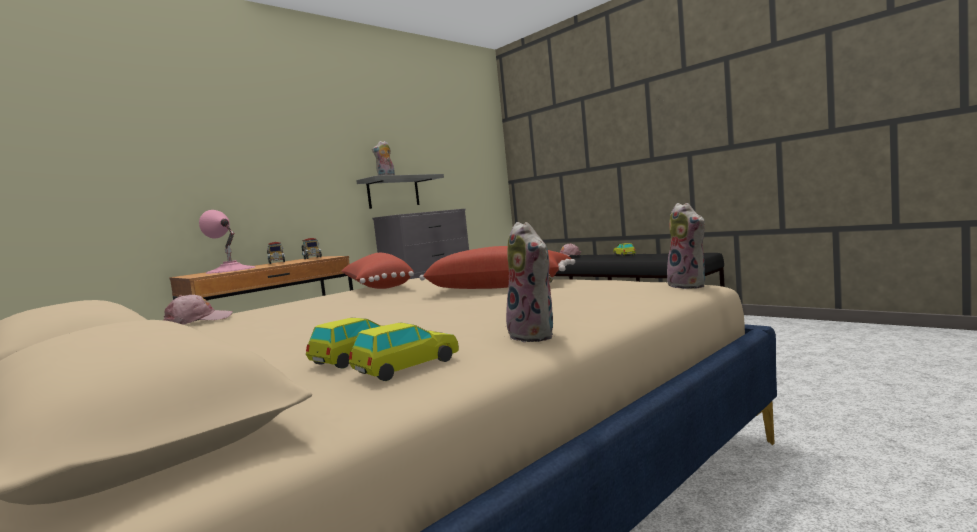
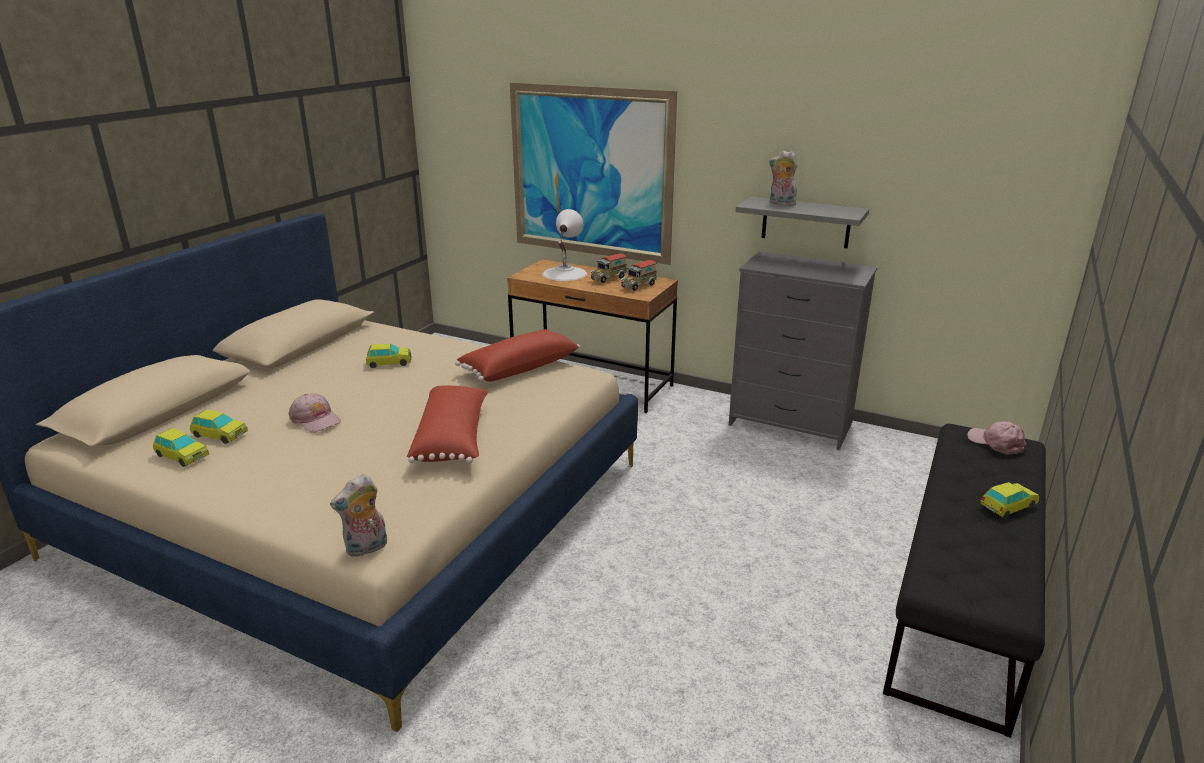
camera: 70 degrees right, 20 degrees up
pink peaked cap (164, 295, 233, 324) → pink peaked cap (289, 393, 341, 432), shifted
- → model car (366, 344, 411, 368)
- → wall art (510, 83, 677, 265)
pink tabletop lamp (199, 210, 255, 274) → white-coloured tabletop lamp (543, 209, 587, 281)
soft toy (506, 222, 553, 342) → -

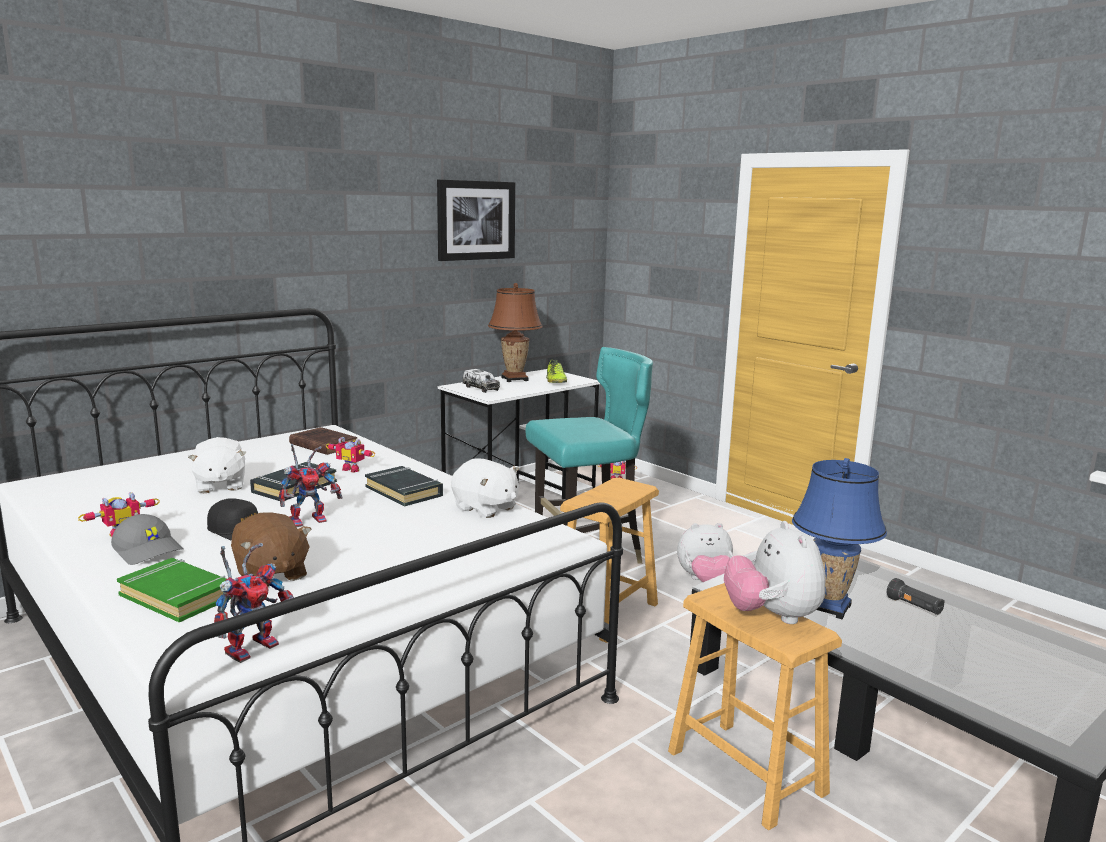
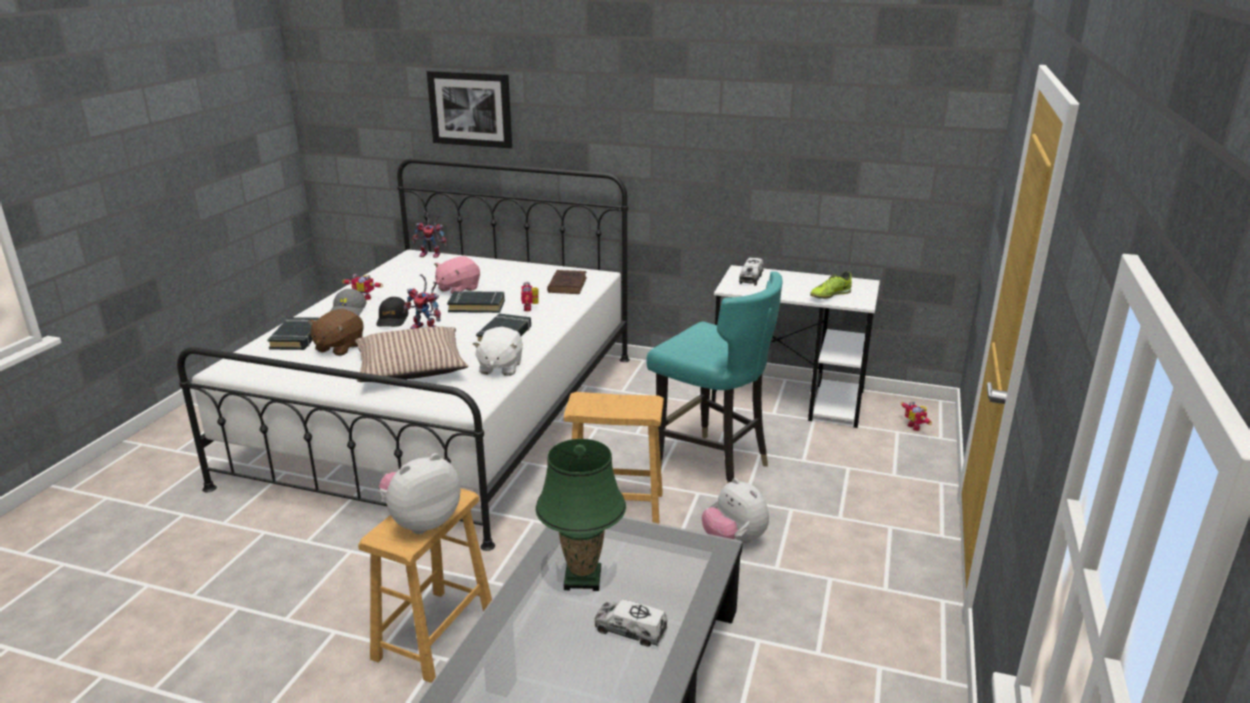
camera: 60 degrees right, 10 degrees up
greenish volume (117, 558, 231, 622) → black-coloured volume (267, 317, 319, 350)
- → pillow (355, 326, 468, 382)
robot figure (214, 543, 294, 663) → robot figure (413, 210, 447, 258), shifted
wall art (437, 179, 515, 261) → wall art (427, 70, 512, 149), shifted
white-coloured soft toy (187, 437, 247, 493) → pink soft toy (434, 256, 480, 294)
blue-coloured tabletop lamp (792, 458, 887, 619) → greenish tabletop lamp (536, 439, 626, 591)
black-coloured hand torch (887, 578, 945, 615) → toy truck (595, 599, 668, 647)
brown tabletop lamp (488, 283, 543, 382) → -

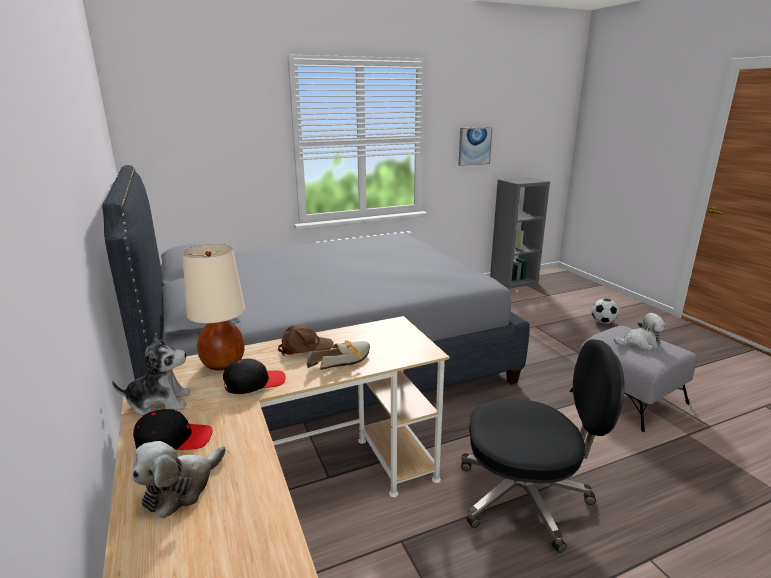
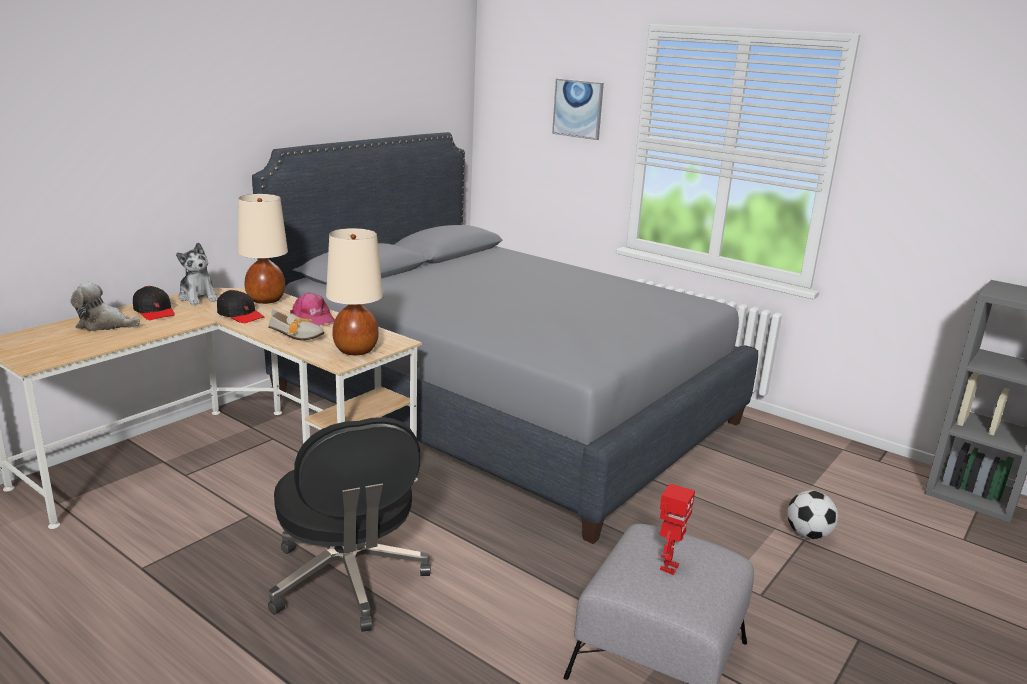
camera: 60 degrees right, 0 degrees up
brown peaked cap (278, 325, 334, 356) → pink peaked cap (290, 292, 335, 326)
- → beige tabletop lamp (326, 228, 383, 355)
wall art (458, 127, 493, 166) → wall art (552, 78, 604, 140), shifted
soft toy (614, 313, 665, 350) → robot figure (659, 483, 695, 575)
ball for football (592, 298, 619, 324) → ball for football (787, 490, 838, 539), shifted

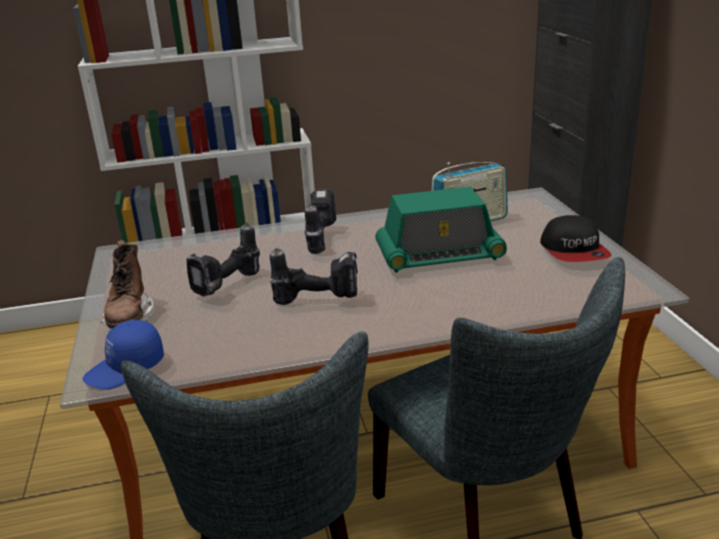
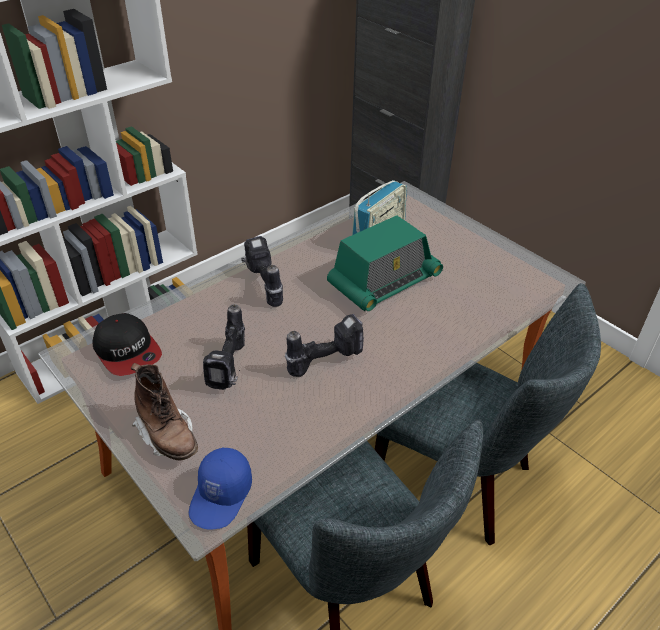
camera: 30 degrees left, 15 degrees up
peaked cap (540, 215, 612, 262) → peaked cap (93, 313, 162, 376), shifted

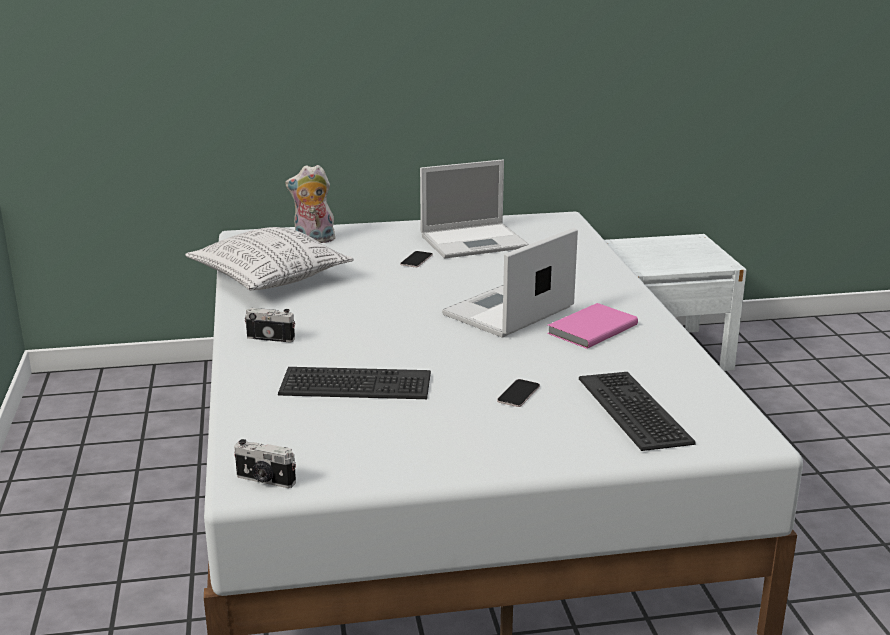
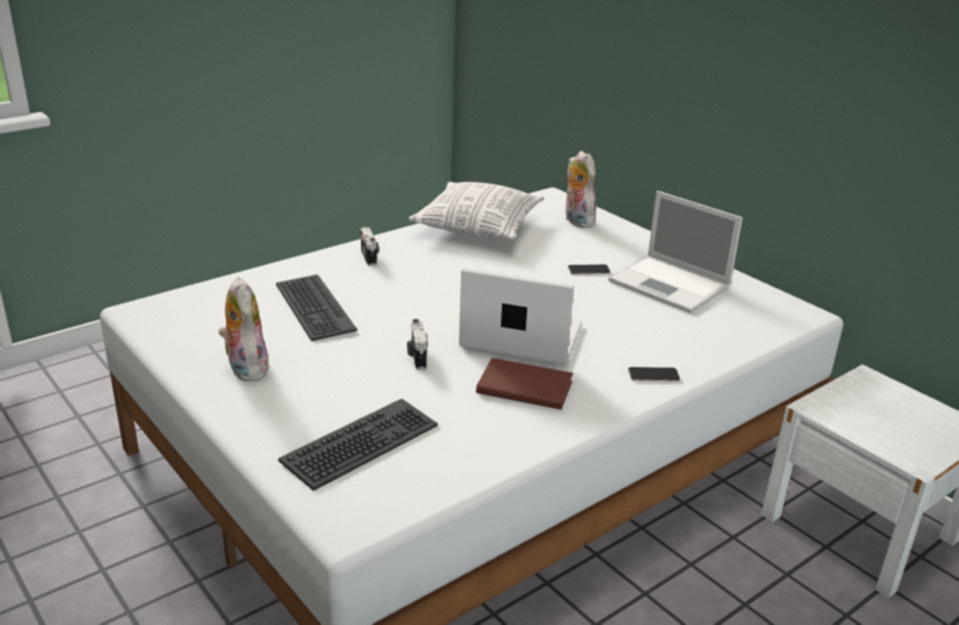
camera: 60 degrees right, 5 degrees up
- → soft toy (218, 277, 269, 381)
still camera (234, 439, 296, 488) → still camera (407, 319, 428, 370), shifted
pink volume (547, 303, 638, 349) → brown volume (476, 358, 573, 410)
phone (497, 379, 540, 407) → phone (628, 367, 680, 382), shifted

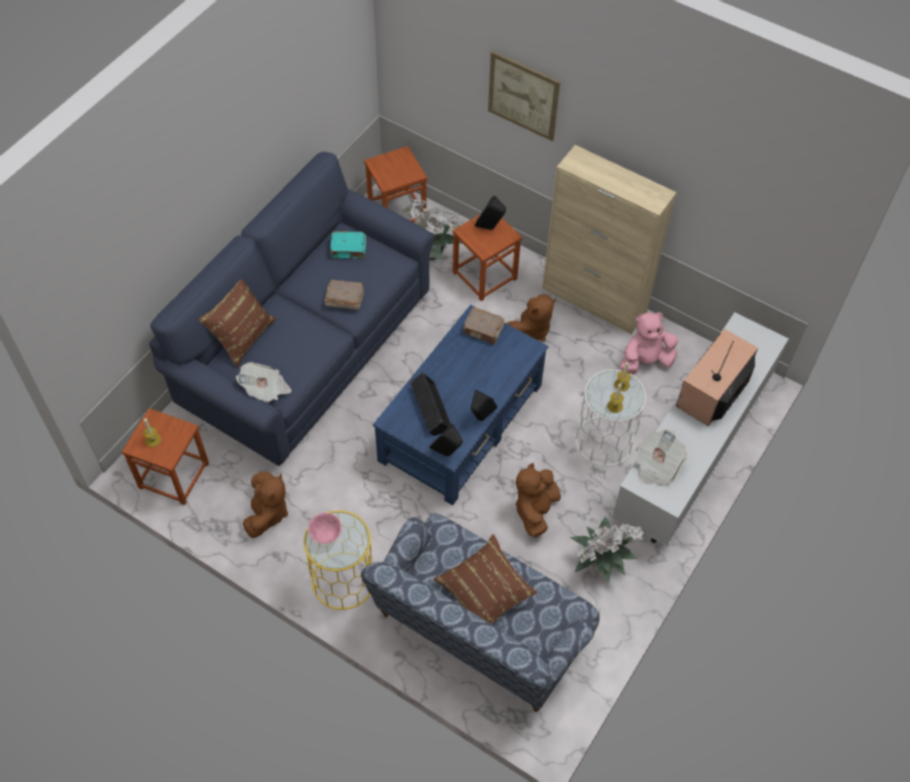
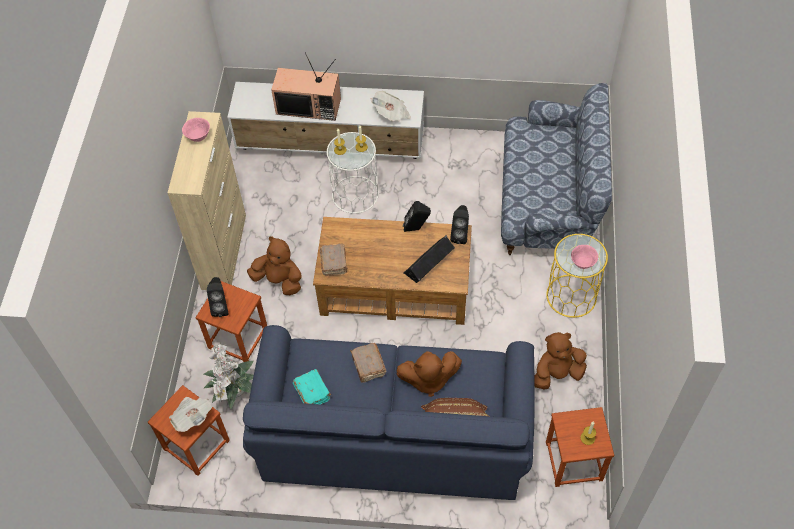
camera: 115 degrees left, 0 degrees up
newspaper (236, 362, 292, 402) → newspaper (169, 397, 212, 432), shifted
- → pink deep dish (182, 118, 210, 142)
blue-coloured low table (373, 305, 549, 505) → brown low table (313, 217, 472, 325)
brown soft toy (516, 463, 561, 538) → brown soft toy (396, 351, 462, 397), shifted
brown pillow (434, 534, 537, 624) → -
wall art (488, 51, 560, 141) → -
houseplant (570, 517, 645, 583) → -
pink soft toy (620, 312, 678, 374) → -

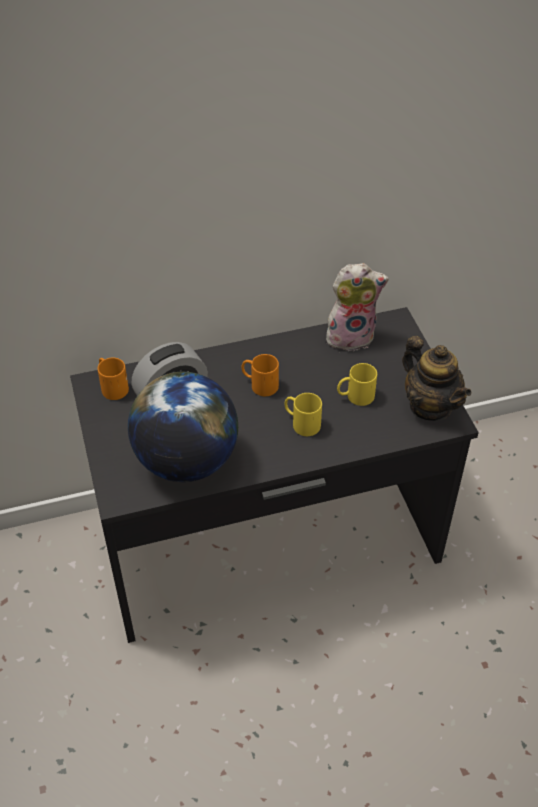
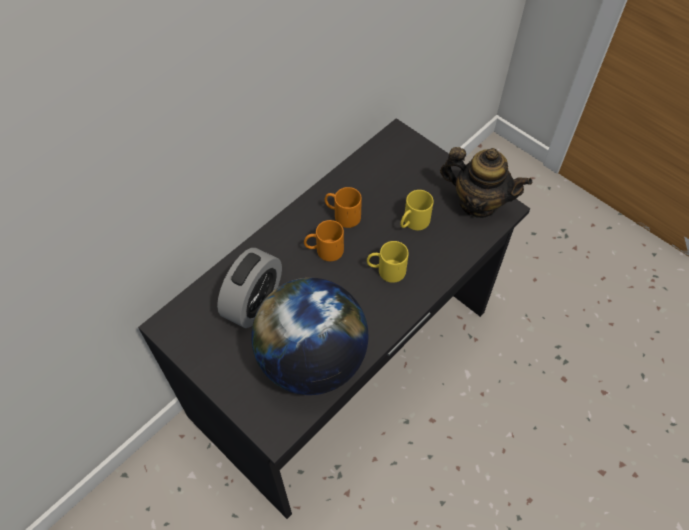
camera: 30 degrees left, 10 degrees up
orangey mug (98, 358, 129, 400) → orangey mug (325, 187, 362, 228), shifted
soft toy (326, 263, 389, 351) → -

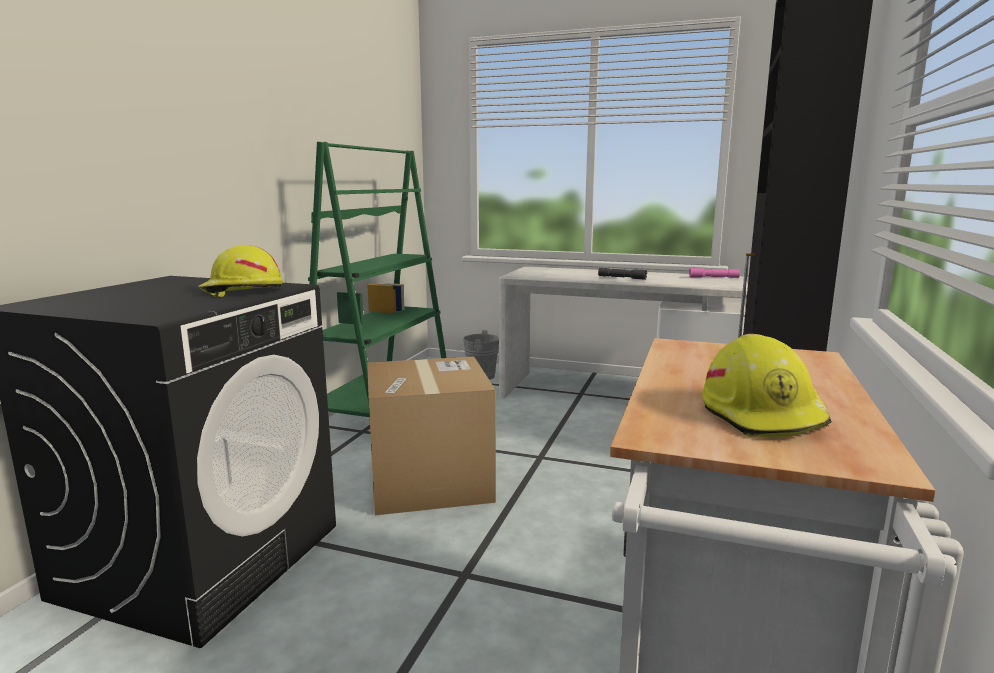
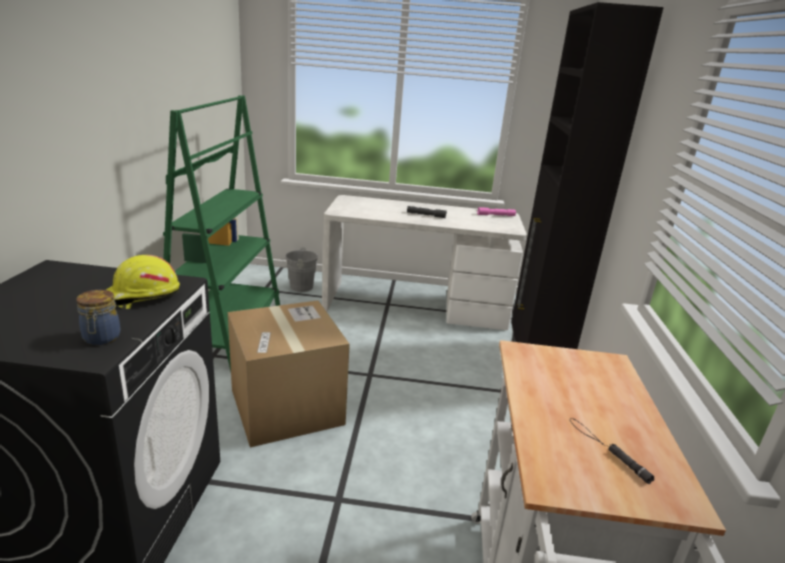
camera: 15 degrees left, 10 degrees up
- → preserve jar (76, 290, 121, 345)
yellow safety helmet (702, 334, 832, 437) → black-coloured hand torch (570, 418, 655, 484)

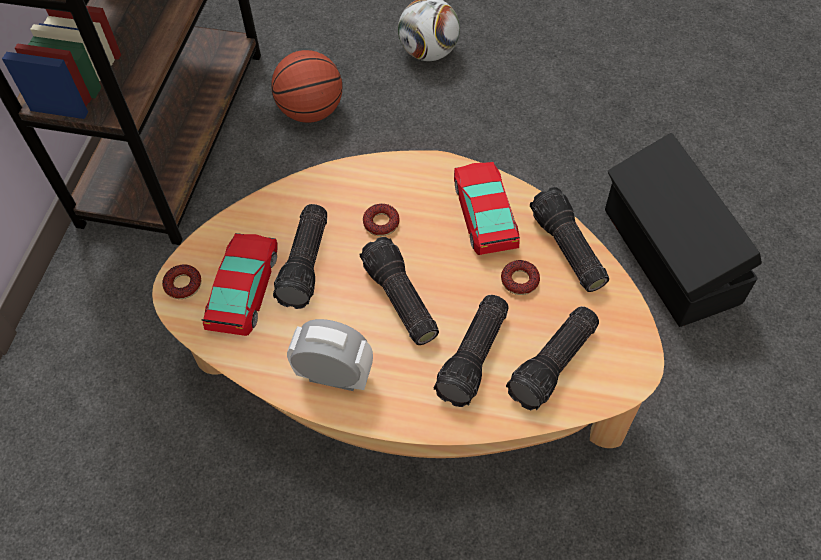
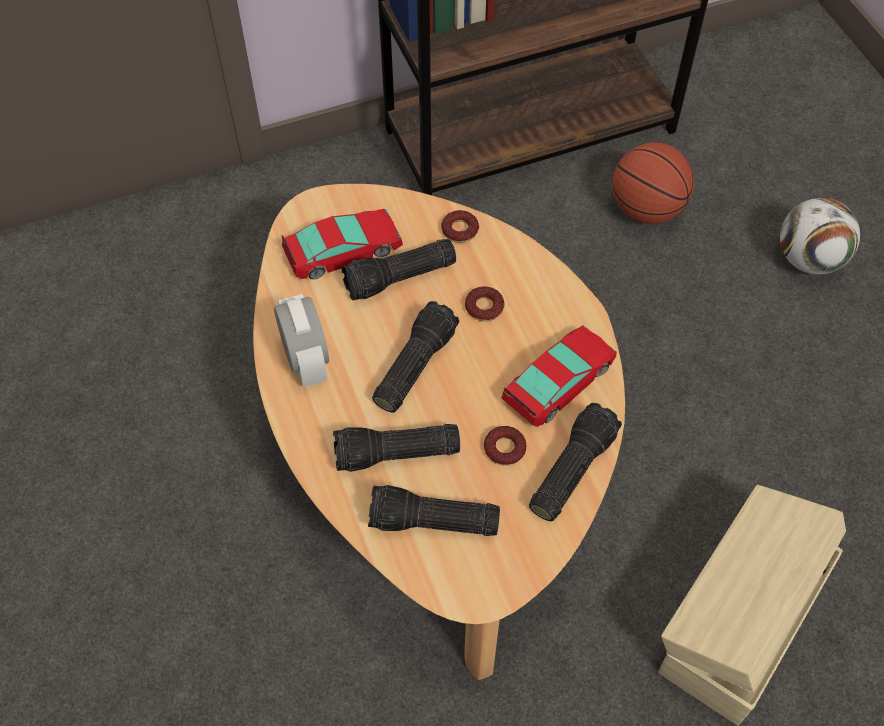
camera: 55 degrees right, 0 degrees up
ring doughnut (162, 264, 201, 299) → ring doughnut (441, 210, 479, 243), shifted
black-coloured storage container (605, 133, 762, 327) → beige storage container (658, 485, 846, 726)

